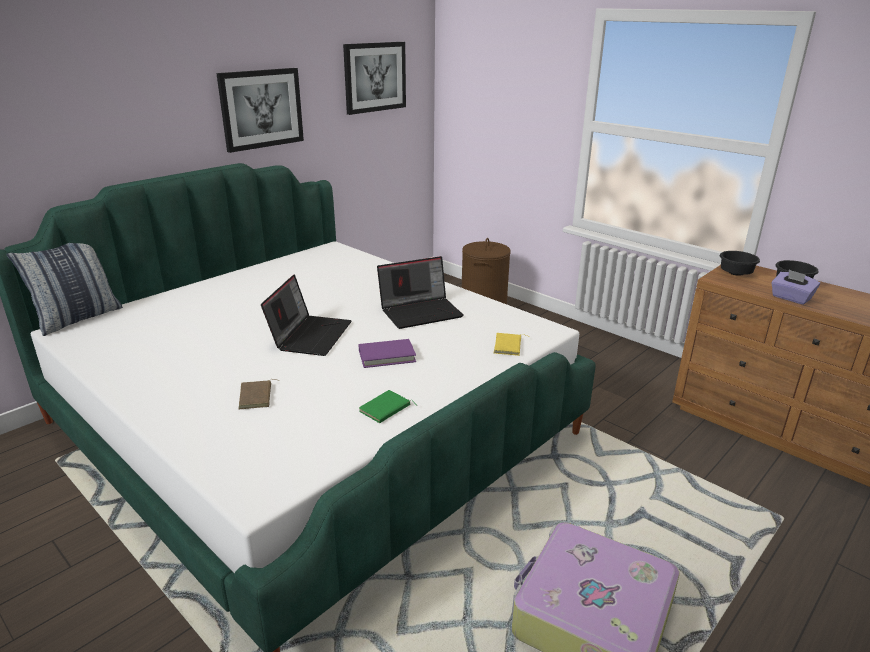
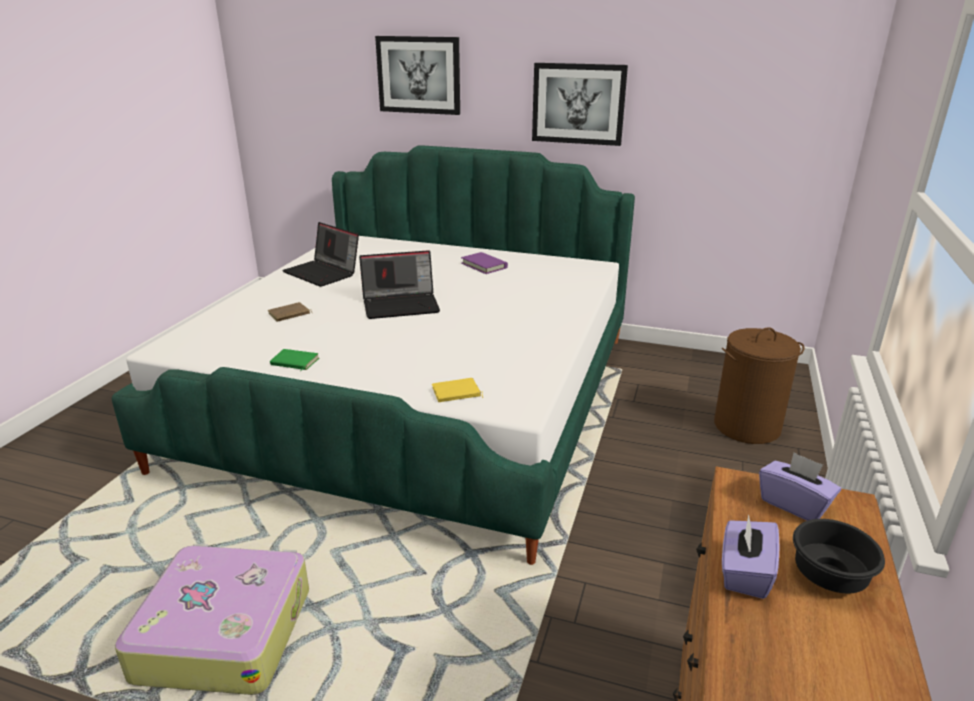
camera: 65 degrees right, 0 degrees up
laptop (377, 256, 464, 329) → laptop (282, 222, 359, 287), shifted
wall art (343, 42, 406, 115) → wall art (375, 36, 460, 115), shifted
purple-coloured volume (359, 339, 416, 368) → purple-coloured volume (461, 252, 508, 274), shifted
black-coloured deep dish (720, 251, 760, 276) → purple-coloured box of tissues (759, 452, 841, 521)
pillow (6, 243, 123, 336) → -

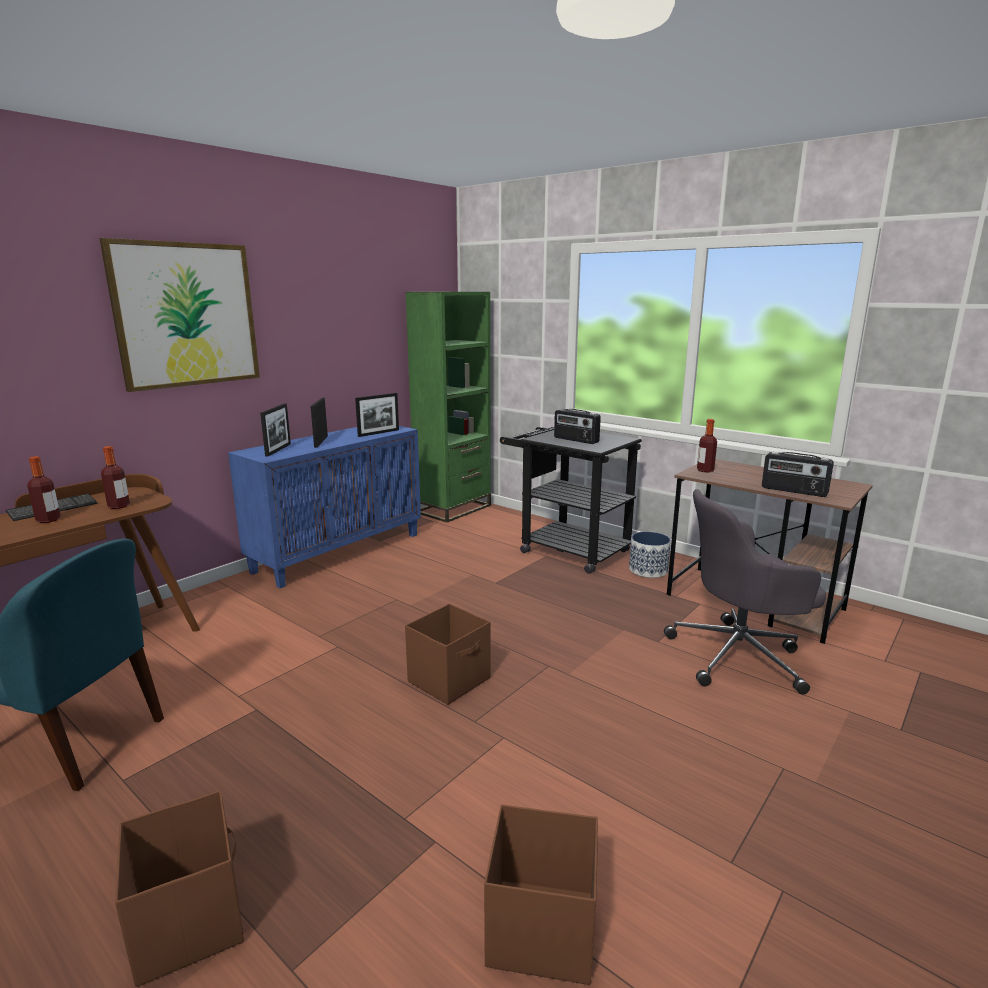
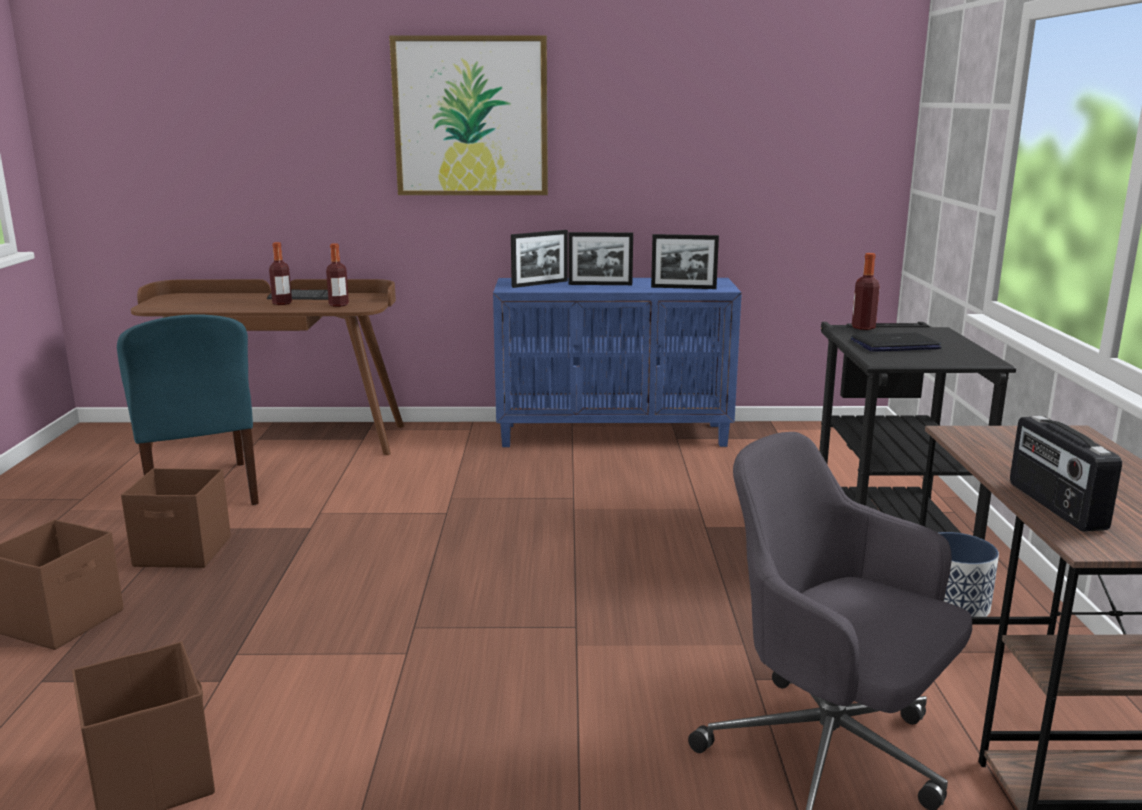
camera: 50 degrees right, 0 degrees up
brown storage container (405, 604, 491, 705) → brown storage container (121, 468, 231, 568), shifted
photo frame (311, 398, 328, 448) → photo frame (569, 232, 633, 285), 135 degrees counterclockwise
radio set (554, 409, 601, 444) → laptop (851, 333, 942, 352)
beverage bottle (697, 419, 717, 472) → beverage bottle (852, 253, 880, 330), shifted
greenish bookshelf (405, 292, 491, 523) → -

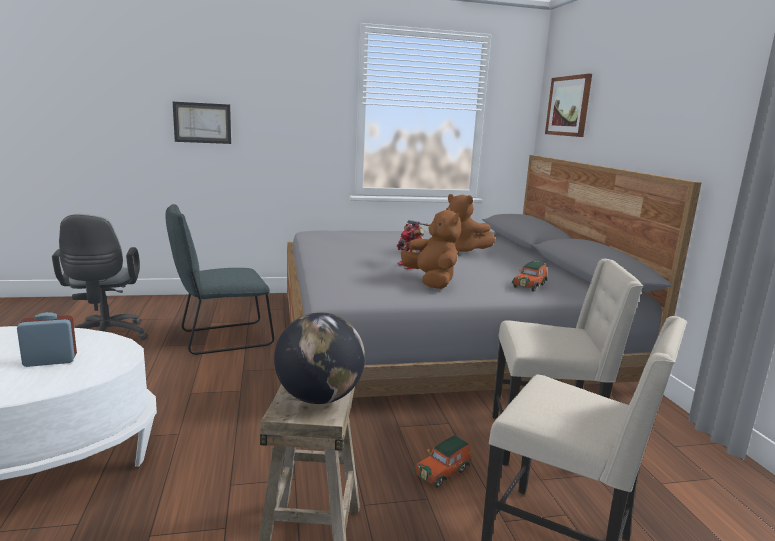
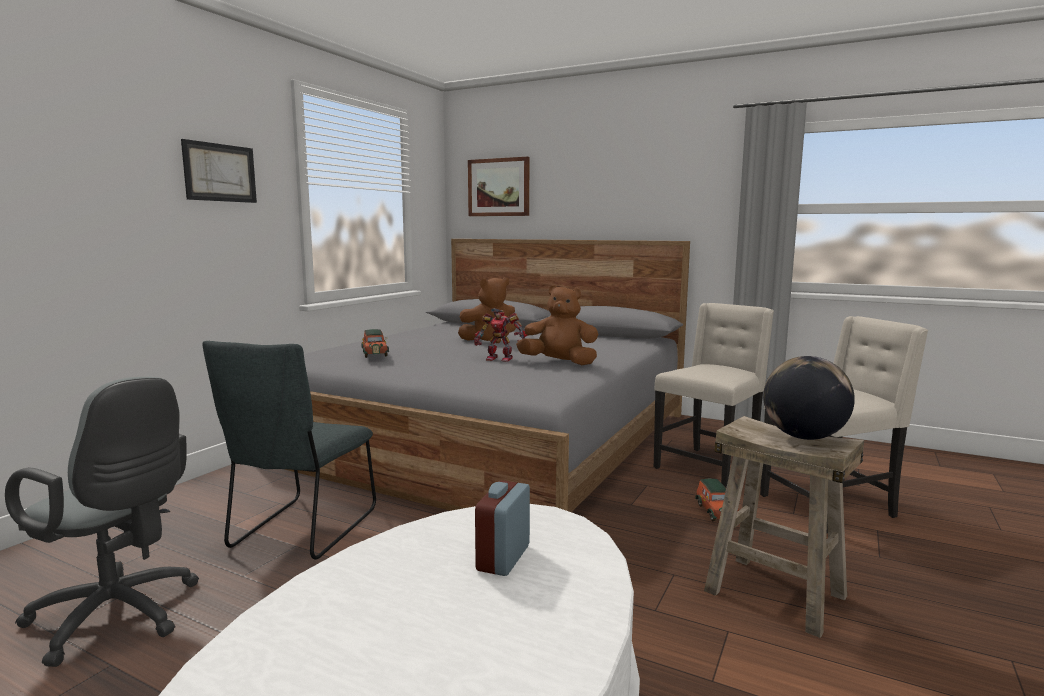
camera: 50 degrees left, 5 degrees down
wall art (173, 102, 231, 144) → wall art (181, 139, 257, 203), shifted
model car (512, 261, 548, 292) → model car (361, 329, 389, 358), shifted

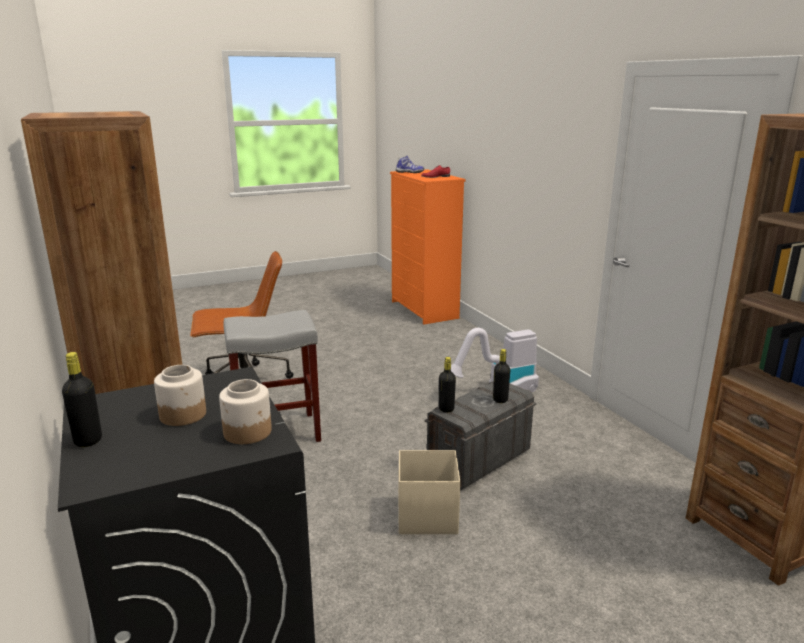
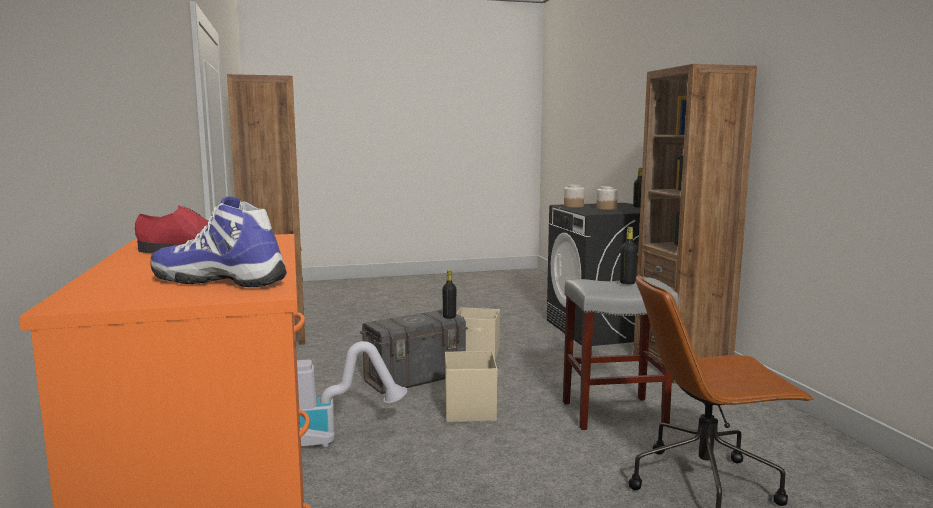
camera: 170 degrees left, 10 degrees down
- → beige storage container (445, 351, 498, 423)
black-coloured beverage bottle (493, 349, 510, 403) → black-coloured beverage bottle (620, 227, 638, 284), shifted

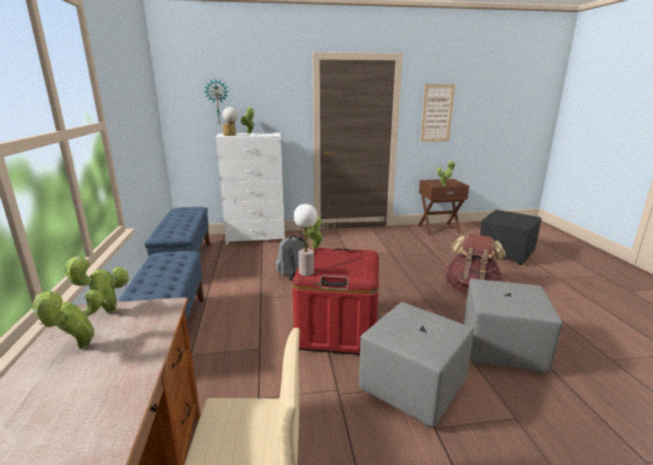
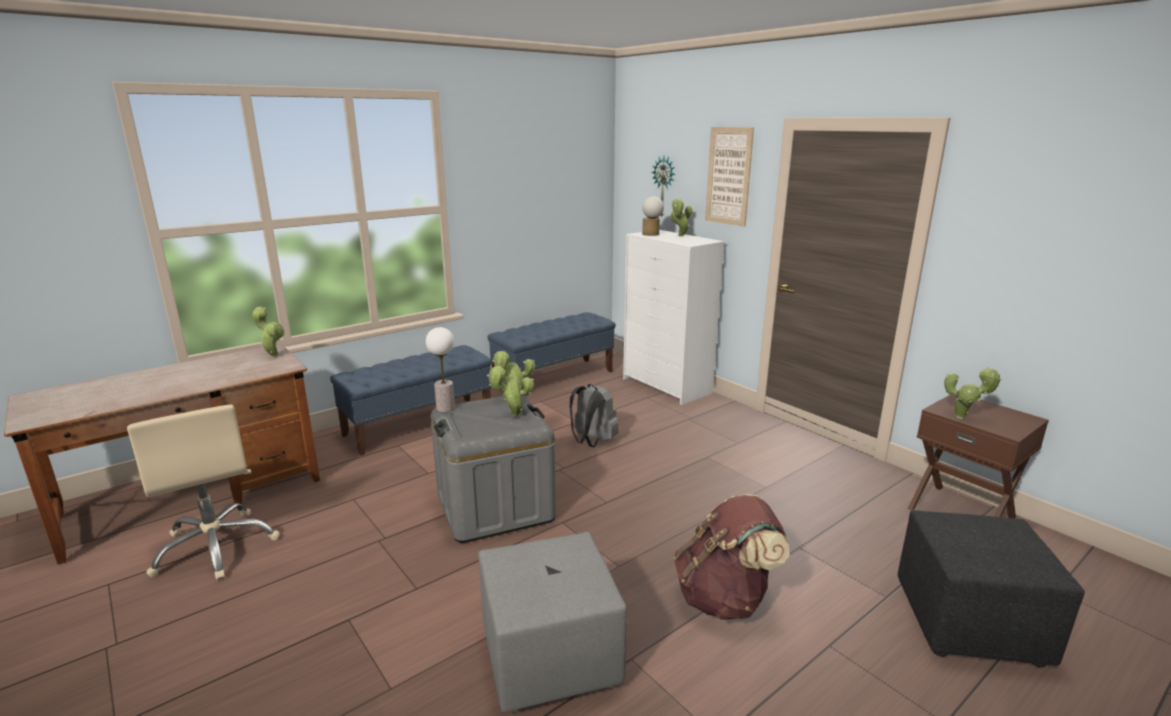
camera: 60 degrees right, 0 degrees up
red-coloured storage container (292, 247, 379, 355) → gray storage container (430, 395, 556, 543)
houseplant (32, 289, 103, 349) → houseplant (487, 366, 534, 416), shifted
wall art (420, 84, 455, 142) → wall art (705, 127, 754, 227), shifted
gray ottoman (359, 302, 474, 427) → -

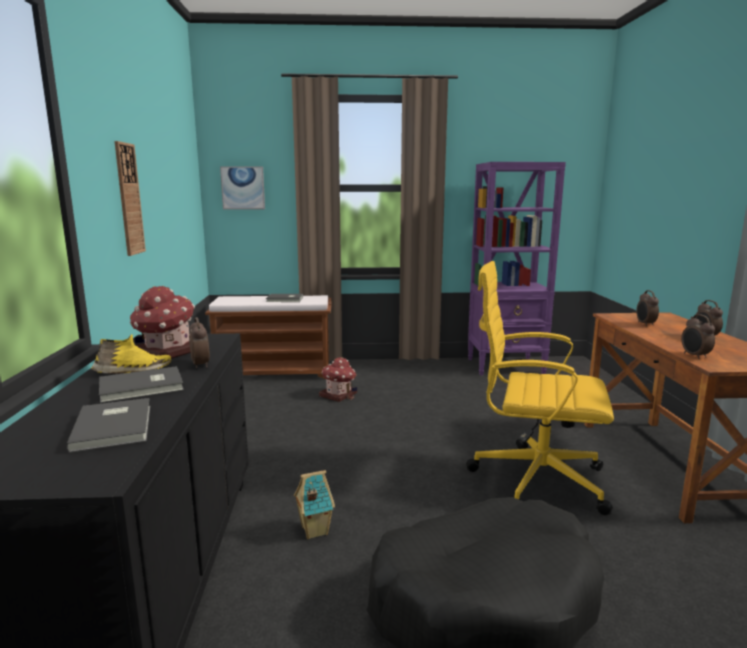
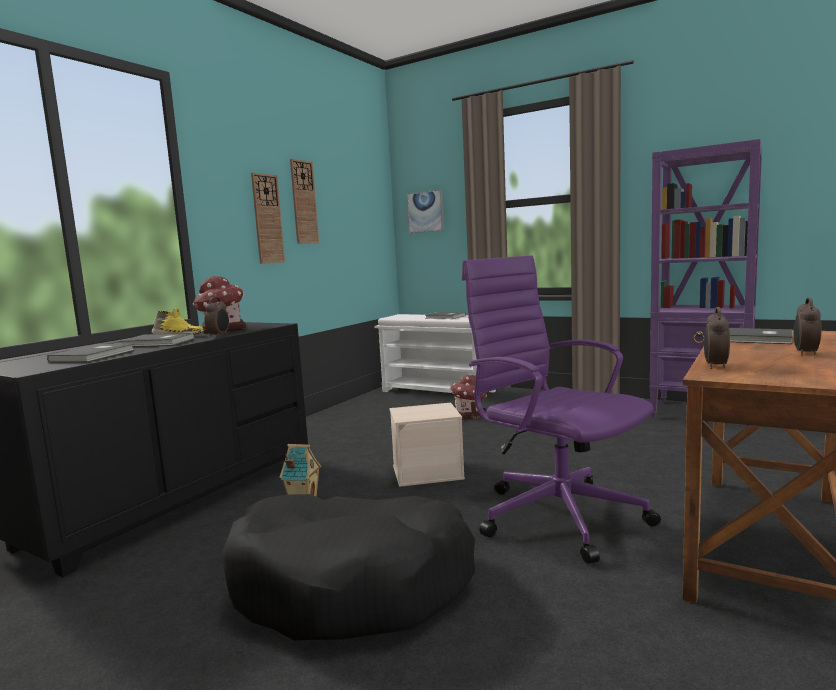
camera: 35 degrees right, 5 degrees down
- → hanging clock (290, 159, 319, 244)
brown indoor bench (205, 295, 332, 379) → white-coloured indoor bench (374, 314, 496, 393)
- → beige storage container (390, 403, 465, 487)
yellow computer chair (466, 261, 614, 515) → purple-coloured computer chair (462, 255, 661, 564)
alarm clock (636, 290, 659, 326) → gray volume (729, 328, 793, 344)

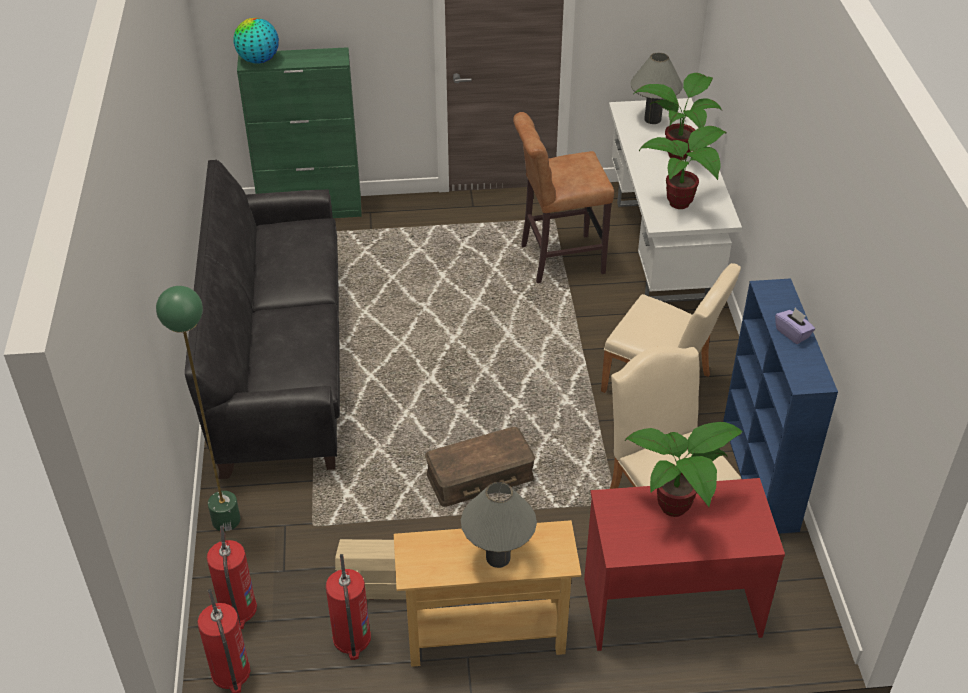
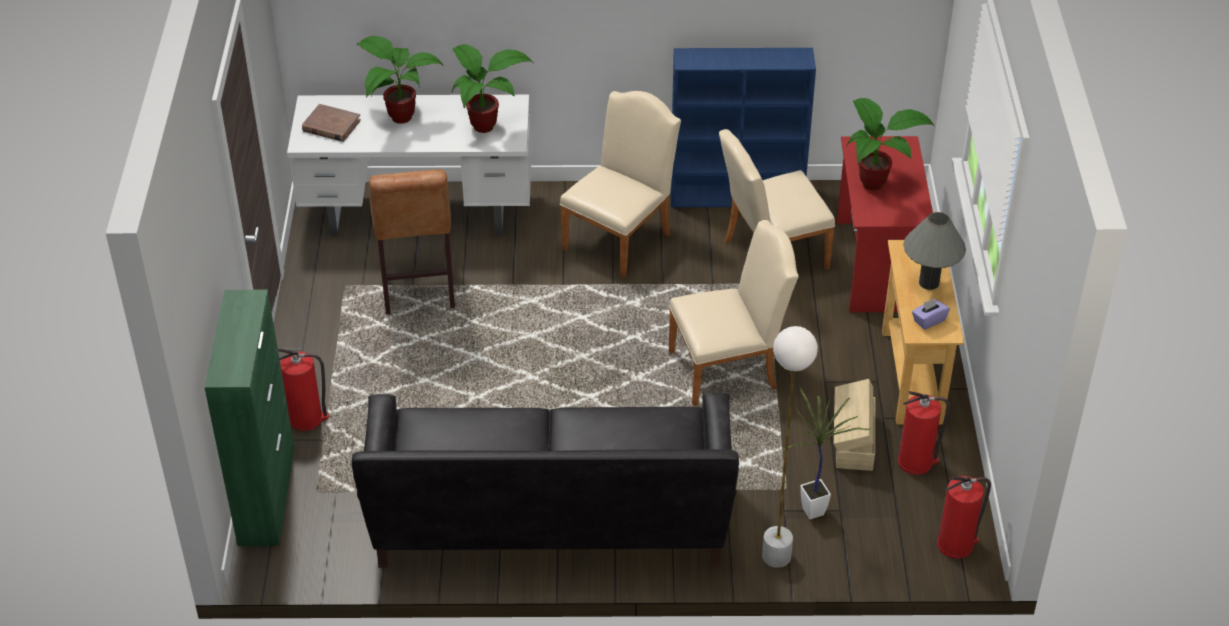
camera: 85 degrees left, 0 degrees up
extinguisher (207, 525, 257, 629) → extinguisher (278, 348, 329, 431), shifted
gray tabletop lamp (630, 53, 683, 124) → brown volume (302, 104, 361, 142)
brown storage container (425, 427, 535, 507) → beige chair (669, 220, 799, 406)
greenish standing lamp (156, 286, 241, 531) → white-coloured standing lamp (762, 326, 818, 568)
- → houseplant (782, 387, 871, 519)
purple-coloured box of tissues (775, 308, 815, 344) → purple-coloured box of tissues (912, 298, 950, 330), shifted
globe (234, 18, 279, 64) → -

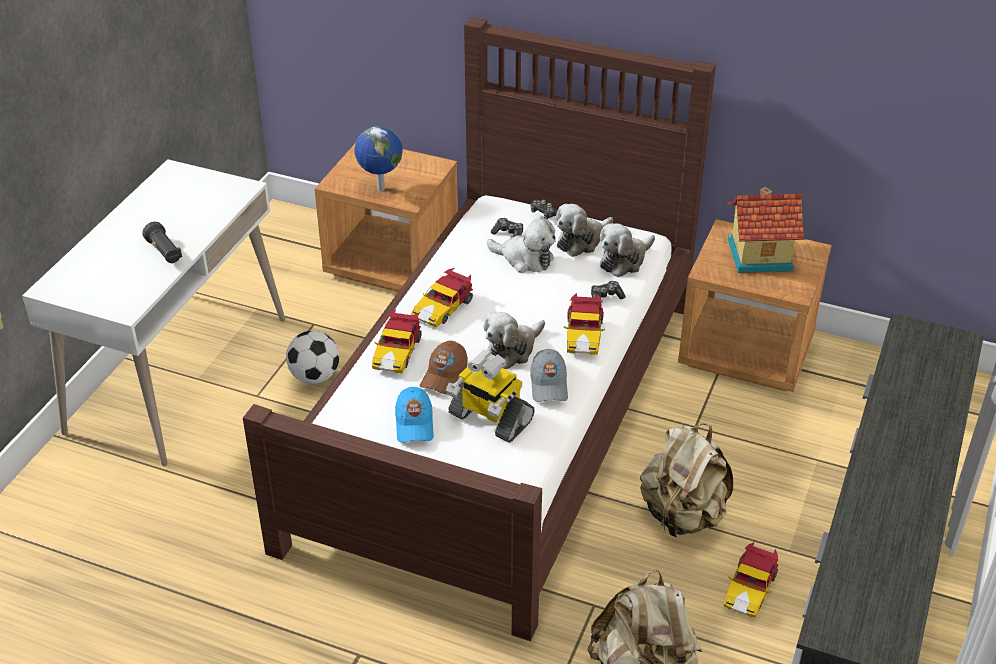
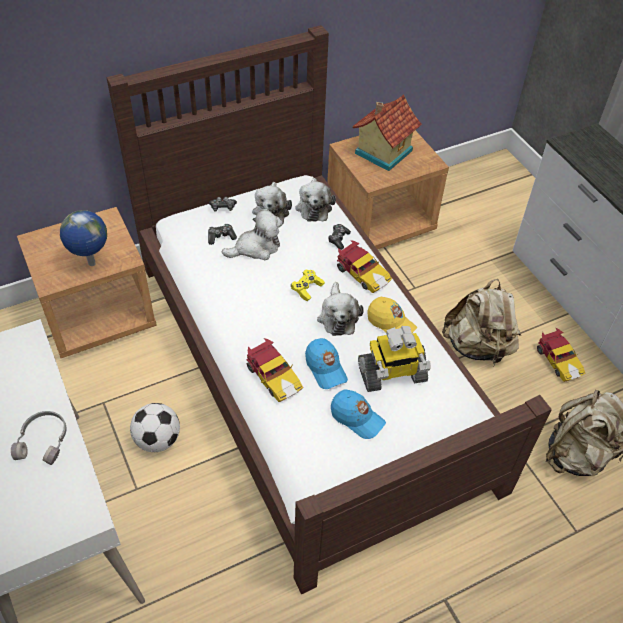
camera: 50 degrees left, 10 degrees up
black-coloured hand torch (142, 222, 182, 263) → gray headphones (11, 411, 67, 465)
- → yellow game controller (291, 269, 325, 301)
brown peaked cap (420, 341, 468, 394) → blue-coloured peaked cap (305, 338, 348, 389)
gray peaked cap (530, 349, 568, 402) → yellow peaked cap (367, 297, 417, 333)
model car (411, 268, 473, 327) → -

